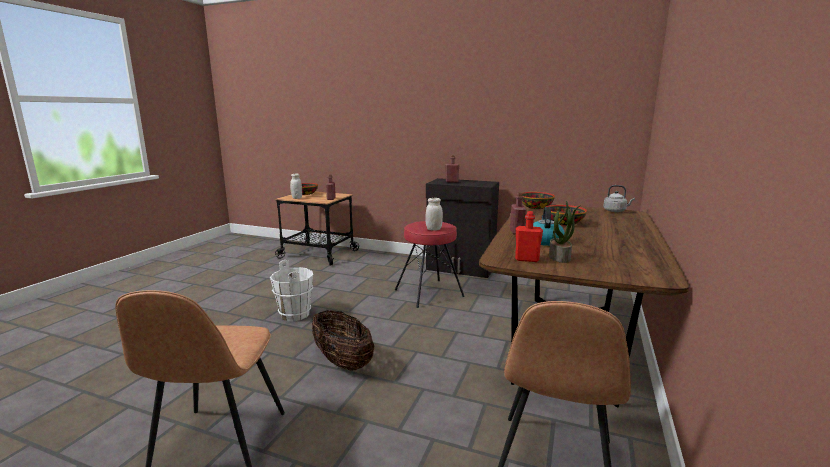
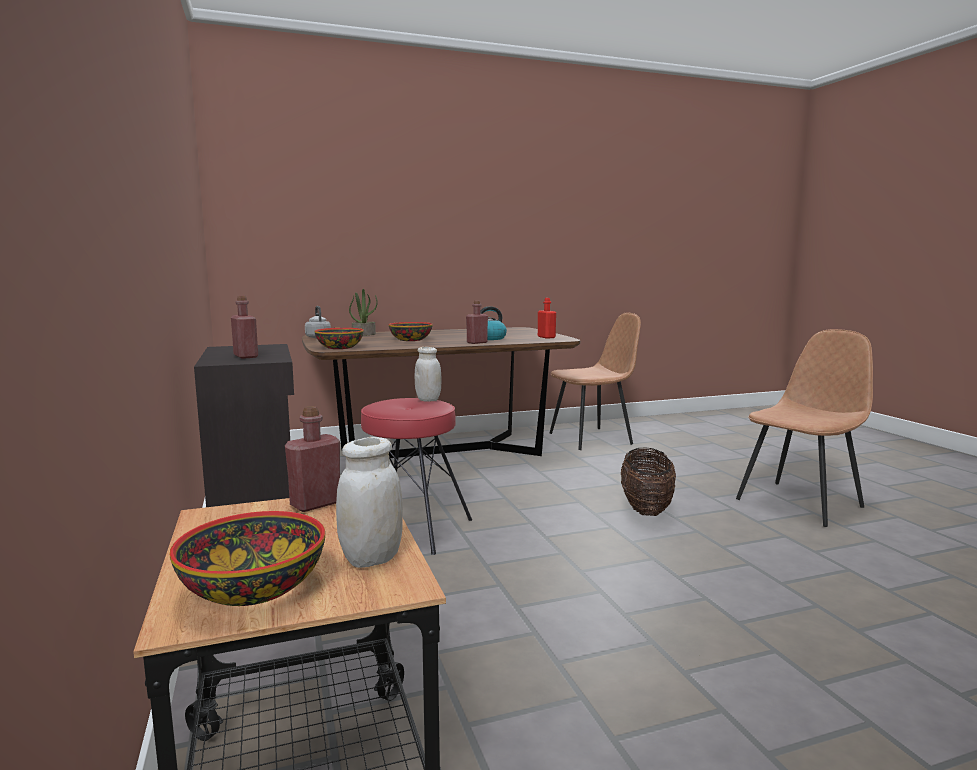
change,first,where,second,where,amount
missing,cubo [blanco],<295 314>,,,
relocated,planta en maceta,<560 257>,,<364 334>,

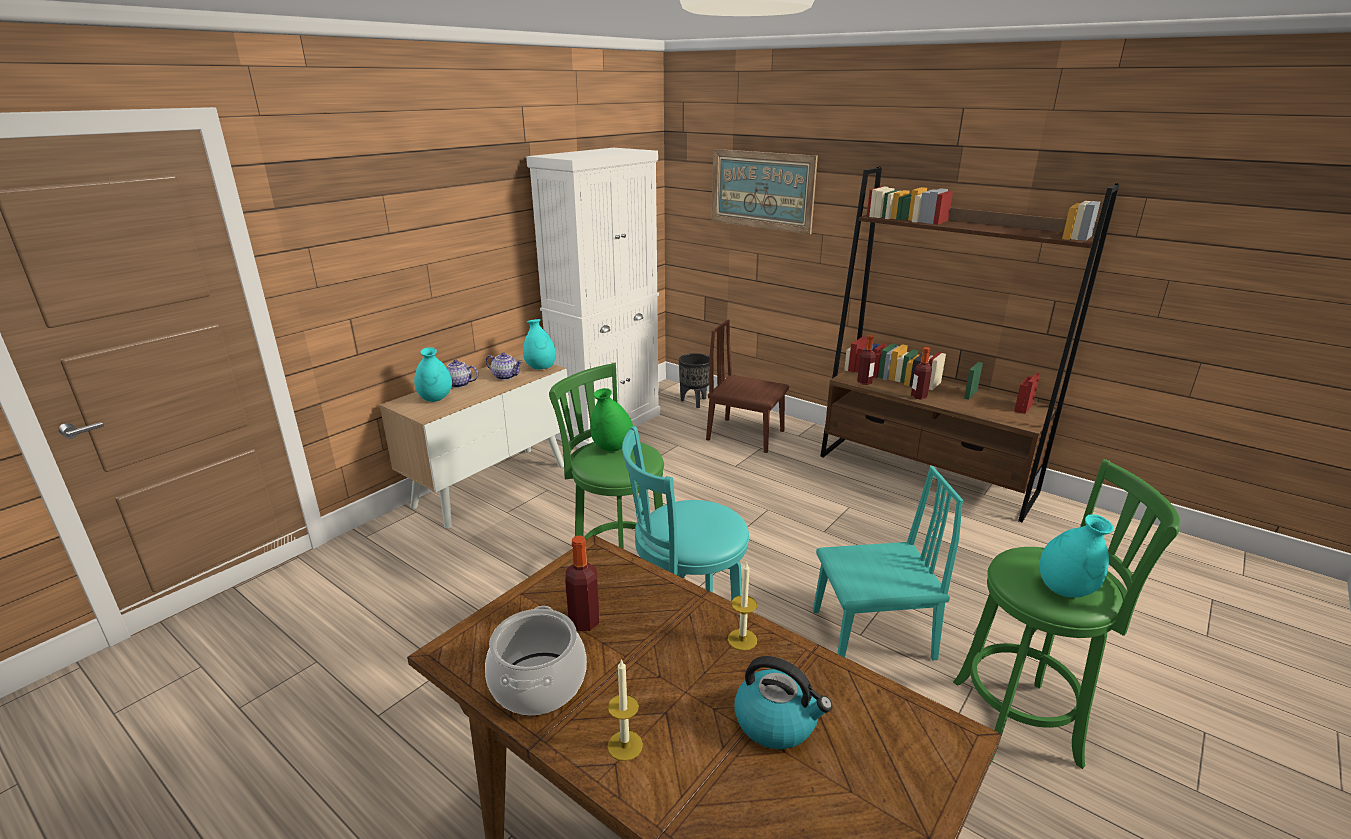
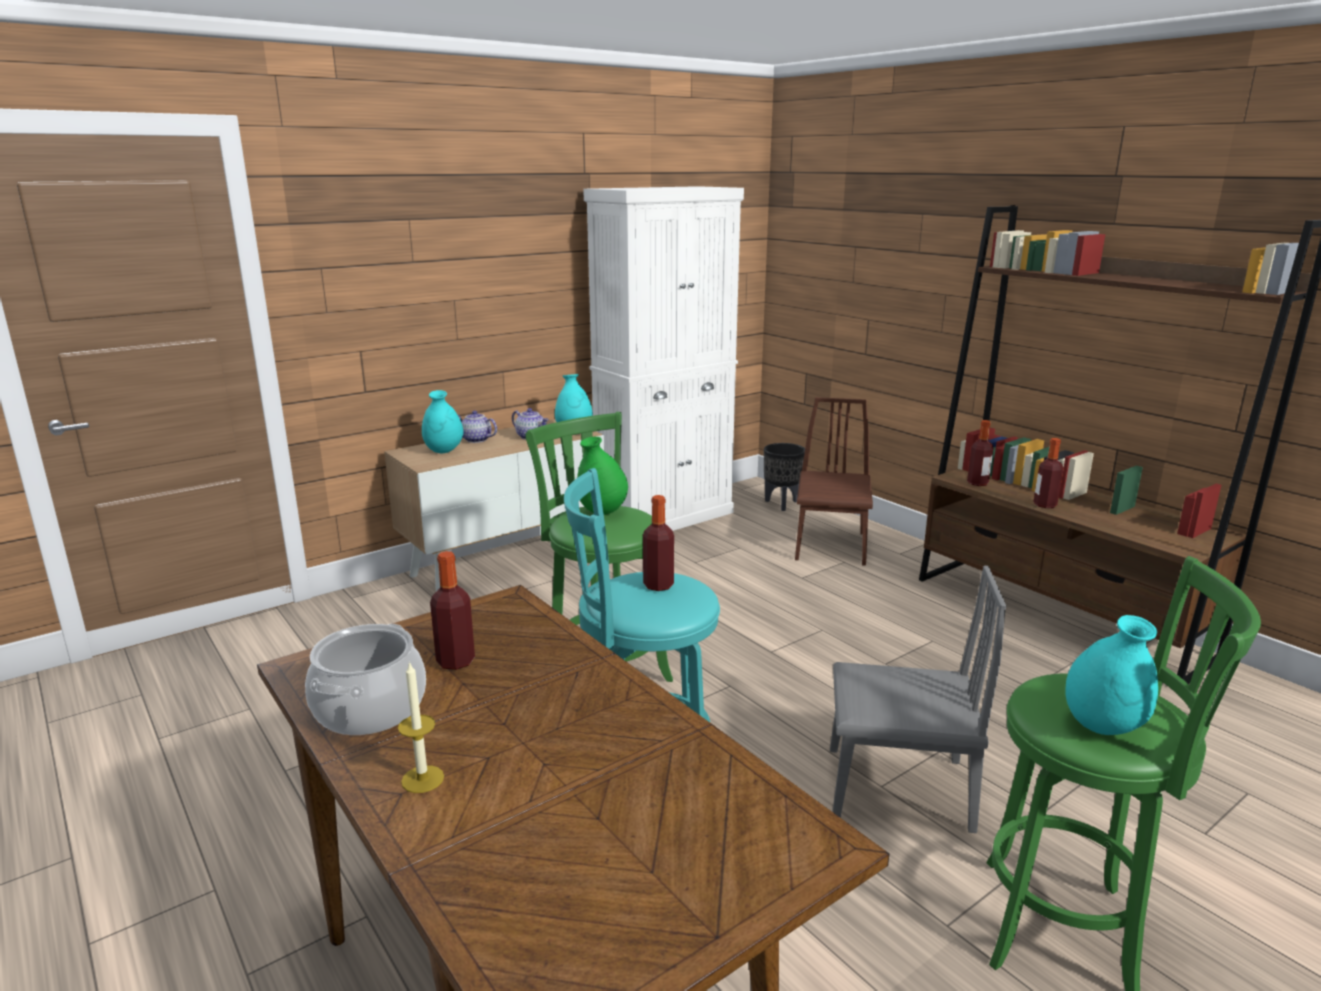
change,first,where,second,where,amount
missing,cuadro,<762 190>,,,
missing,vela,<742 639>,,,
missing,hervidor,<777 722>,,,
appeared,,,botella,<658 585>,
colour,silla [turquesa],<872 634>,silla [gris],<897 788>,
spun,silla [marrón],<745 435>,,<830 546>,60 degrees clockwise

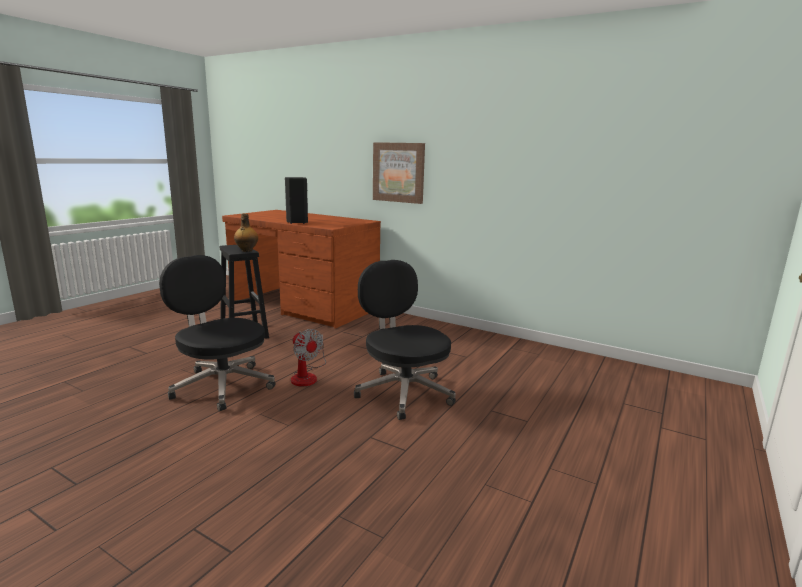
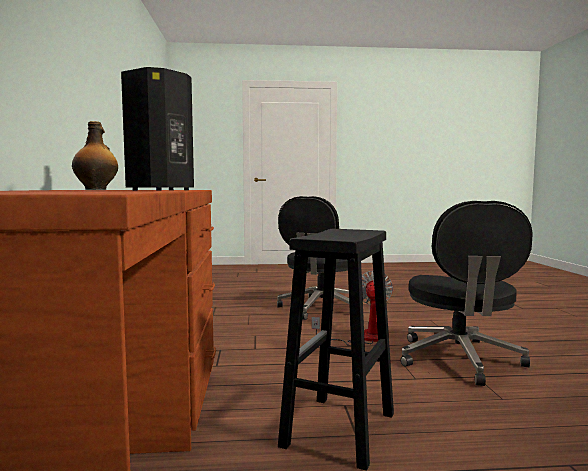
change,first,where,second,where,amount
missing,cuadro,<398 172>,,,
relocated,botella,<246 251>,,<96 189>,

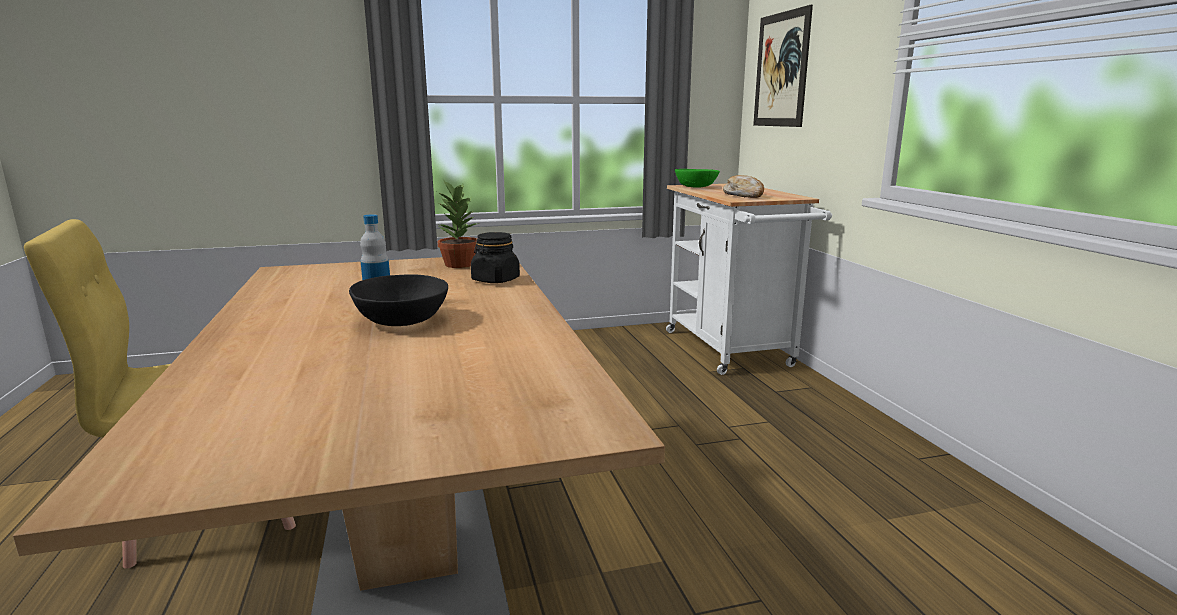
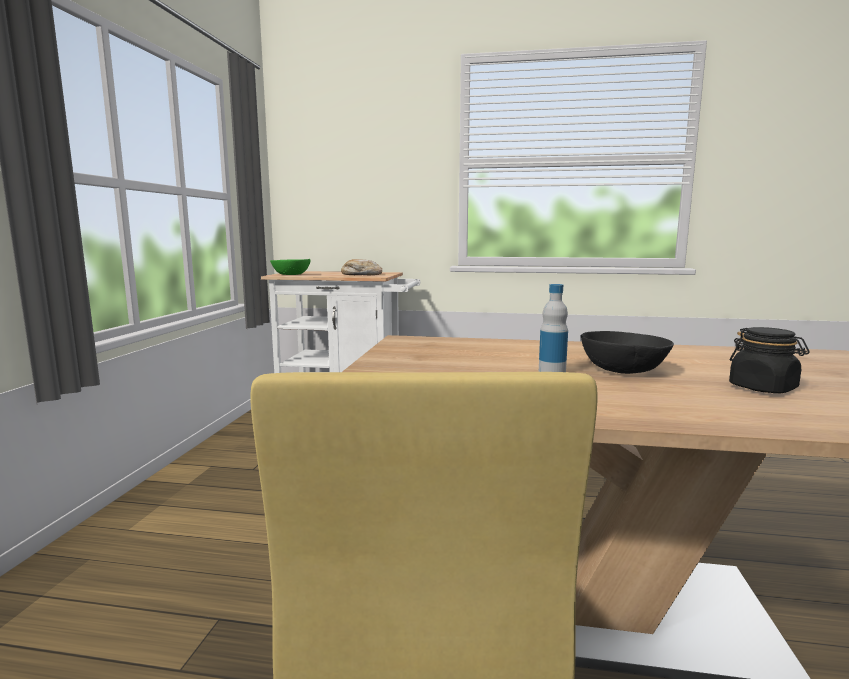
change,first,where,second,where,amount
missing,planta en maceta,<459 264>,,,
missing,cuadro,<781 70>,,,
relocated,tarro [negro],<495 280>,,<763 388>,

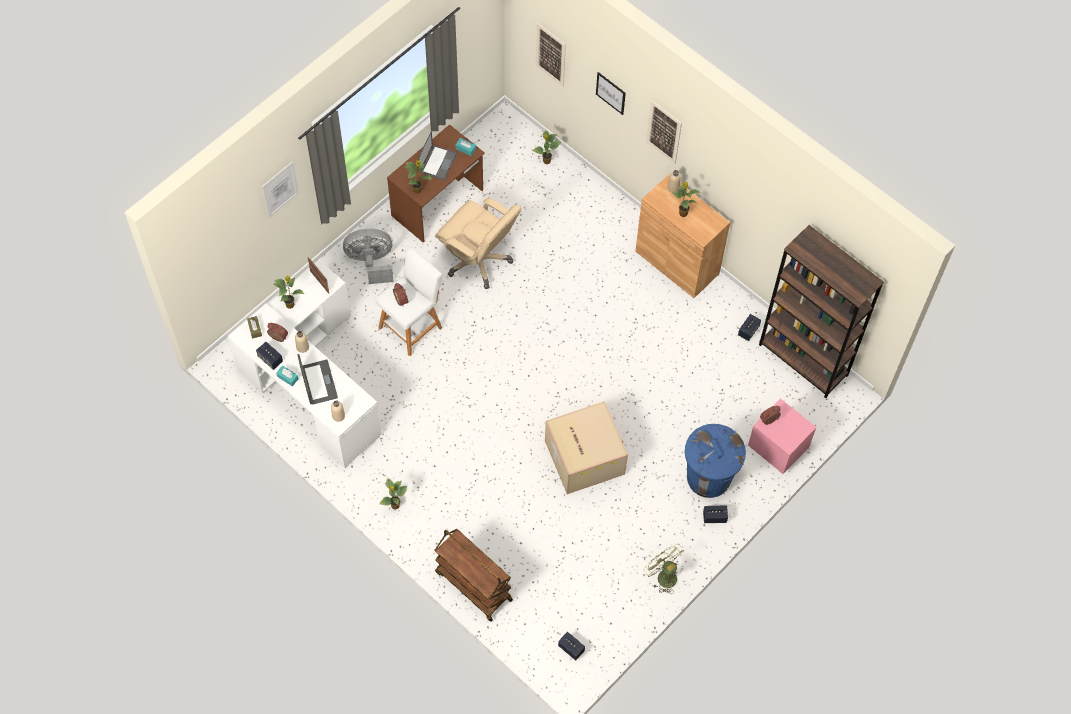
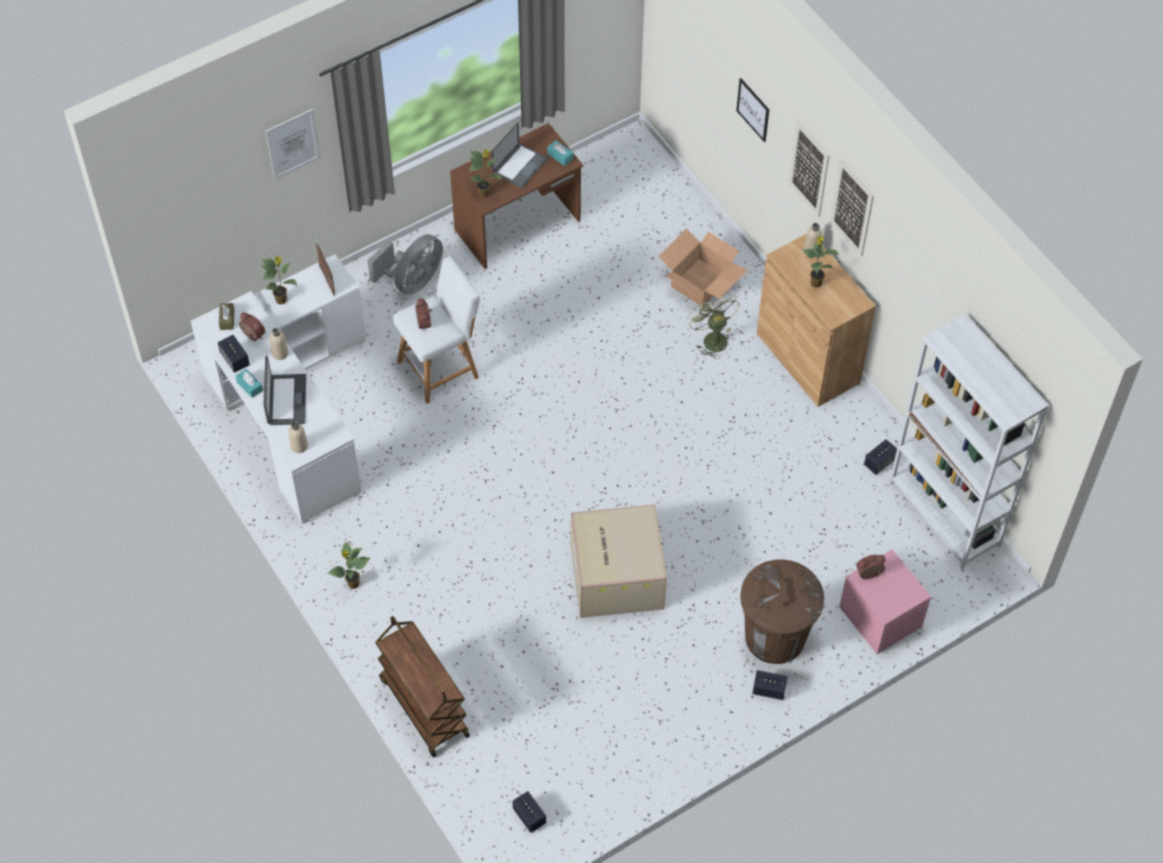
change,first,where,second,where,amount
missing,silla de oficina [beis],<479 260>,,,
missing,planta en maceta,<546 161>,,,
appeared,,,caja de cartón,<701 283>,
relocated,cuadro,<550 54>,,<851 208>,
relocated,ventilador [verde],<663 575>,,<711 338>,
colour,papelera [azul],<708 477>,papelera [marrón],<775 637>,
colour,estantería [marrón],<803 360>,estantería [blanco],<944 514>,
spun,ventilador [gris],<371 263>,,<412 281>,120 degrees clockwise

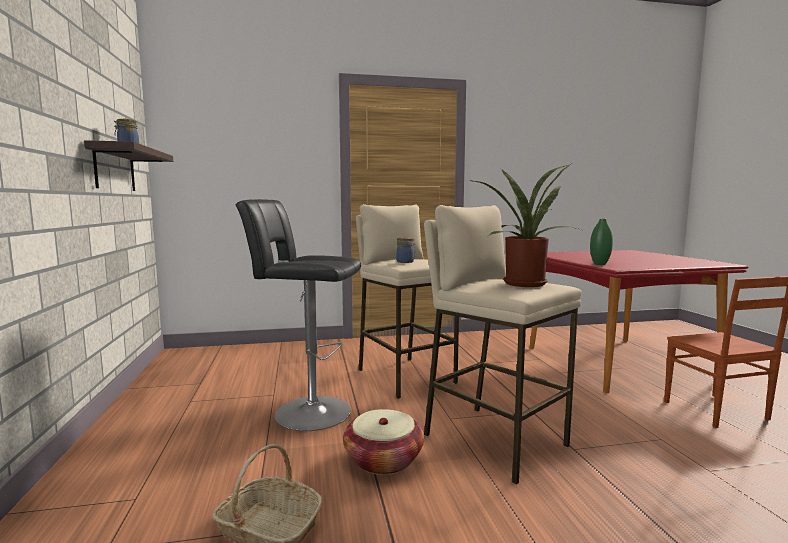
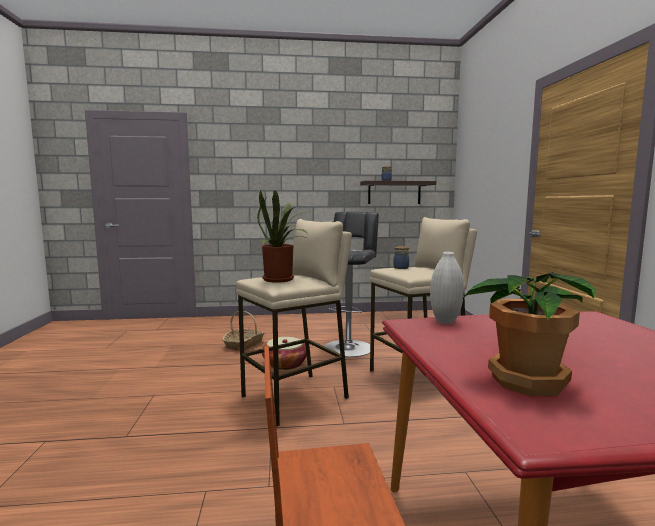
change,first,where,second,where,amount
appeared,,,planta en maceta,<524 380>,
colour,florero [verde],<599 264>,florero [blanco],<445 322>,

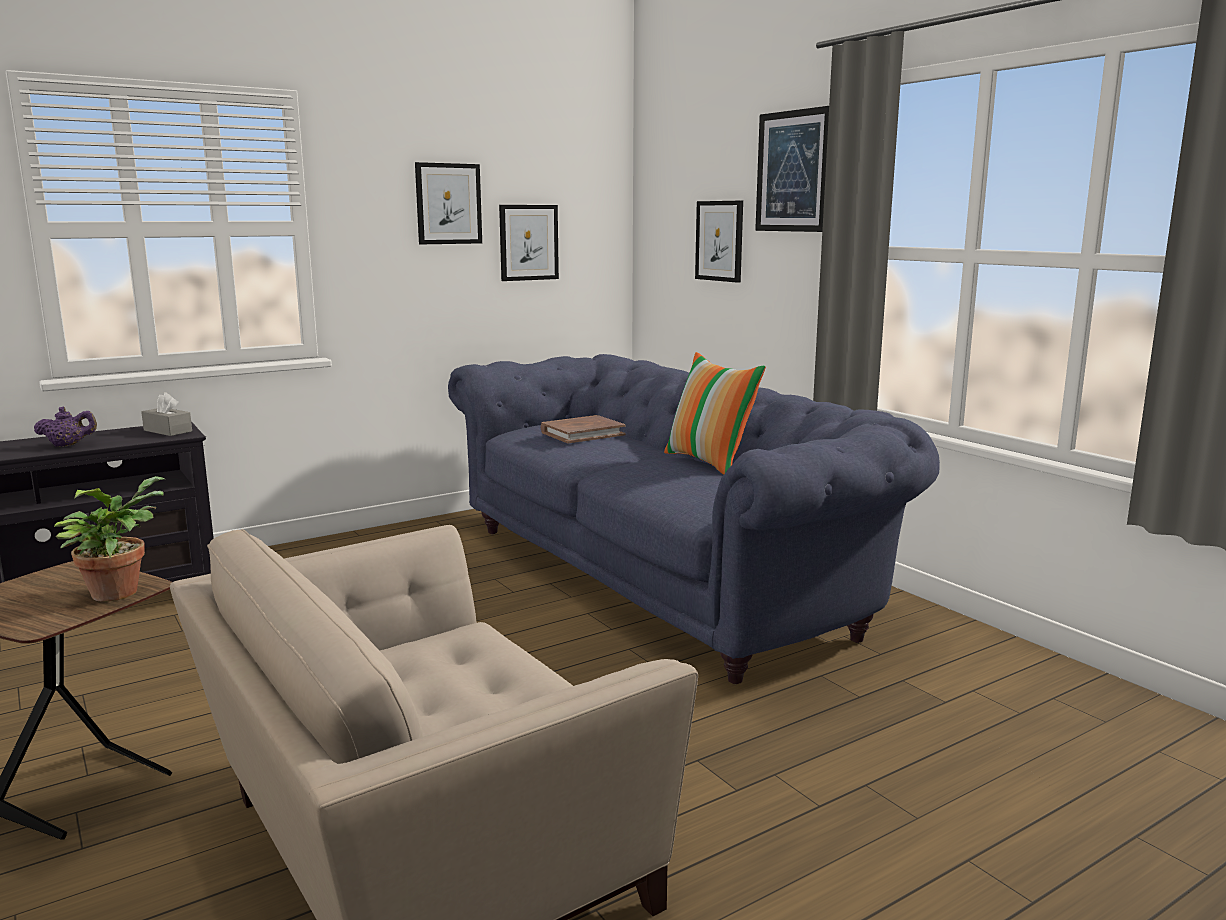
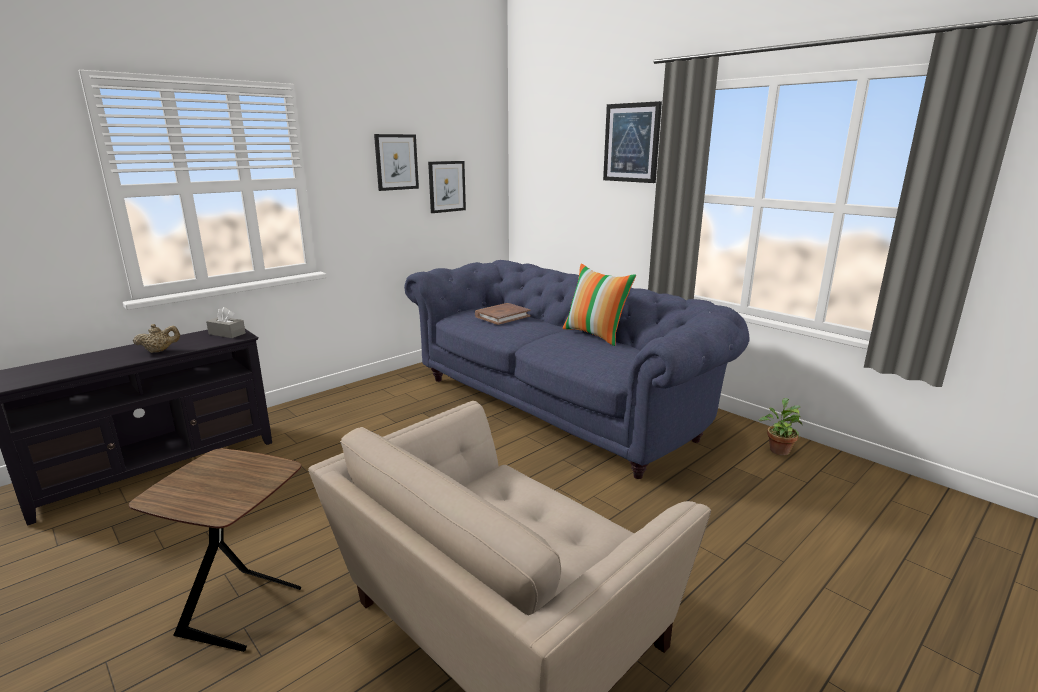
change,first,where,second,where,amount
missing,cuadro,<719 241>,,,
relocated,planta en maceta,<118 591>,,<778 449>,
colour,tetera [morado],<68 445>,tetera [beis],<159 351>,

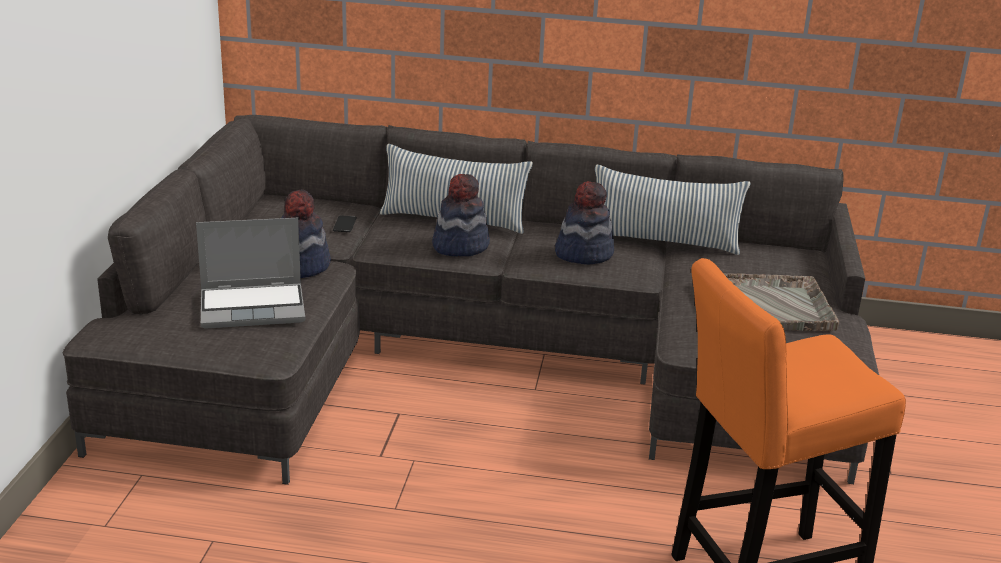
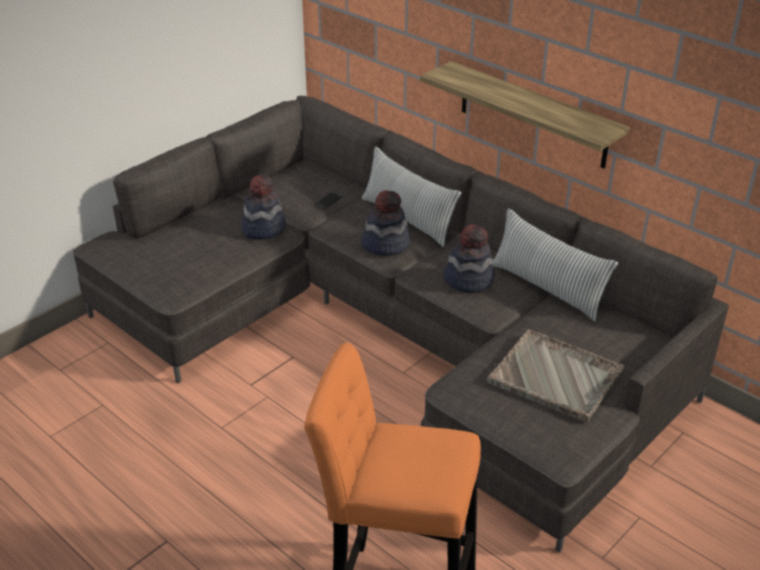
change,first,where,second,where,amount
missing,portátil,<254 307>,,,
appeared,,,estante,<532 115>,

